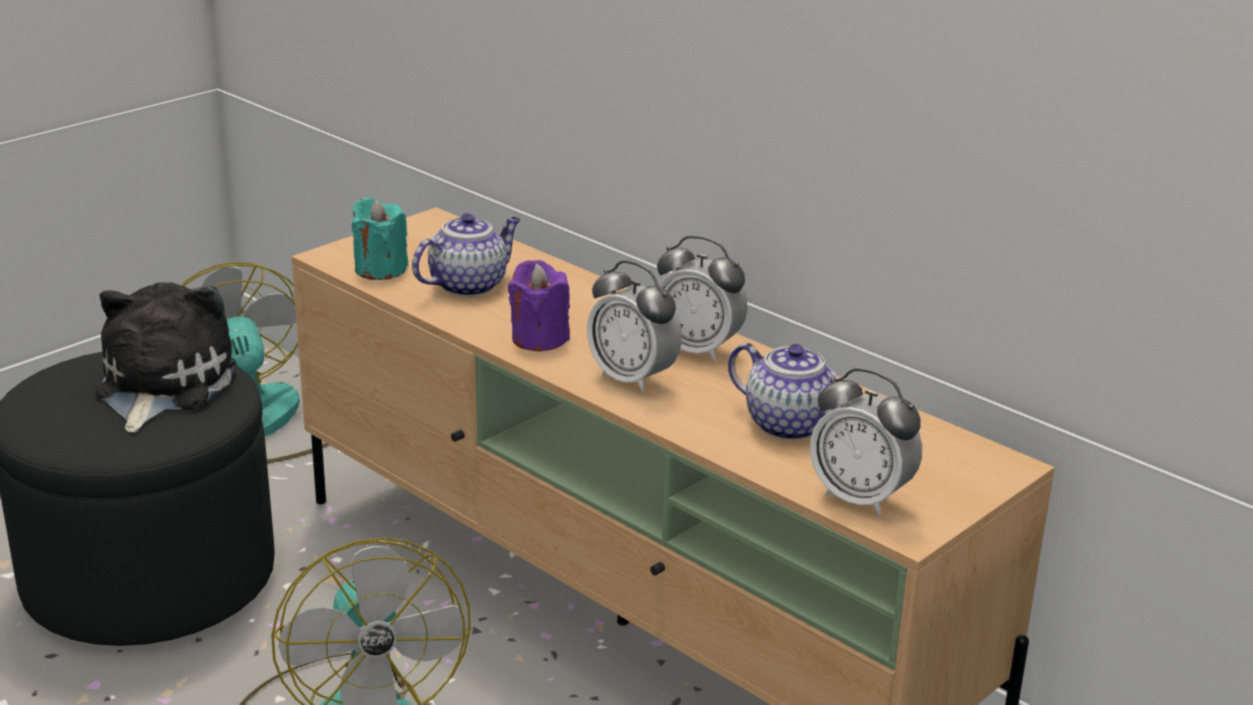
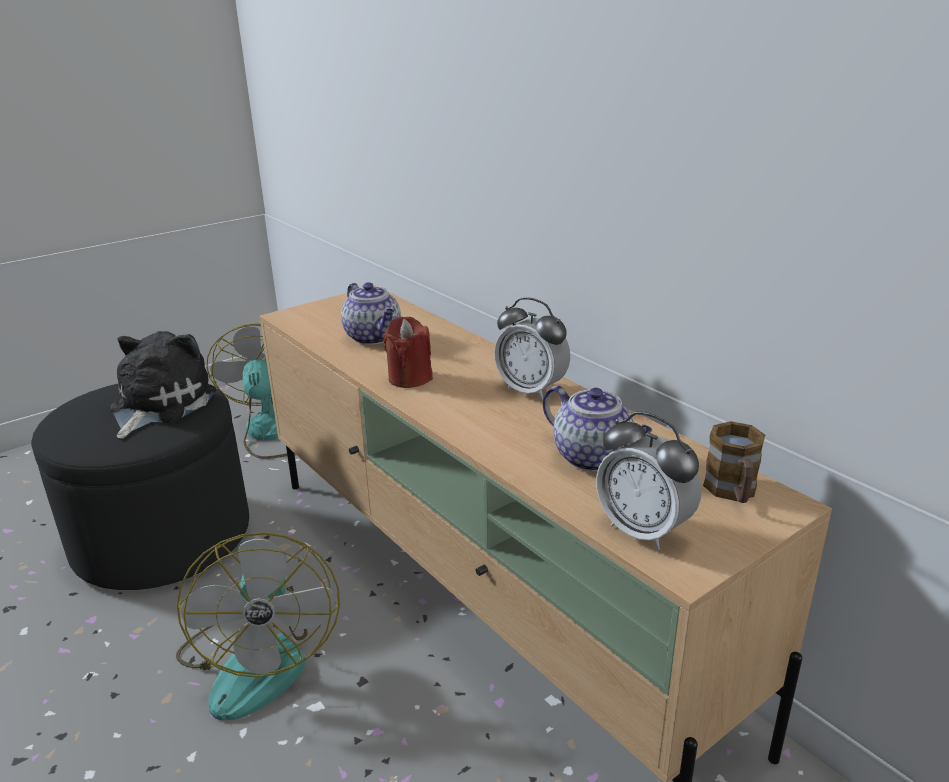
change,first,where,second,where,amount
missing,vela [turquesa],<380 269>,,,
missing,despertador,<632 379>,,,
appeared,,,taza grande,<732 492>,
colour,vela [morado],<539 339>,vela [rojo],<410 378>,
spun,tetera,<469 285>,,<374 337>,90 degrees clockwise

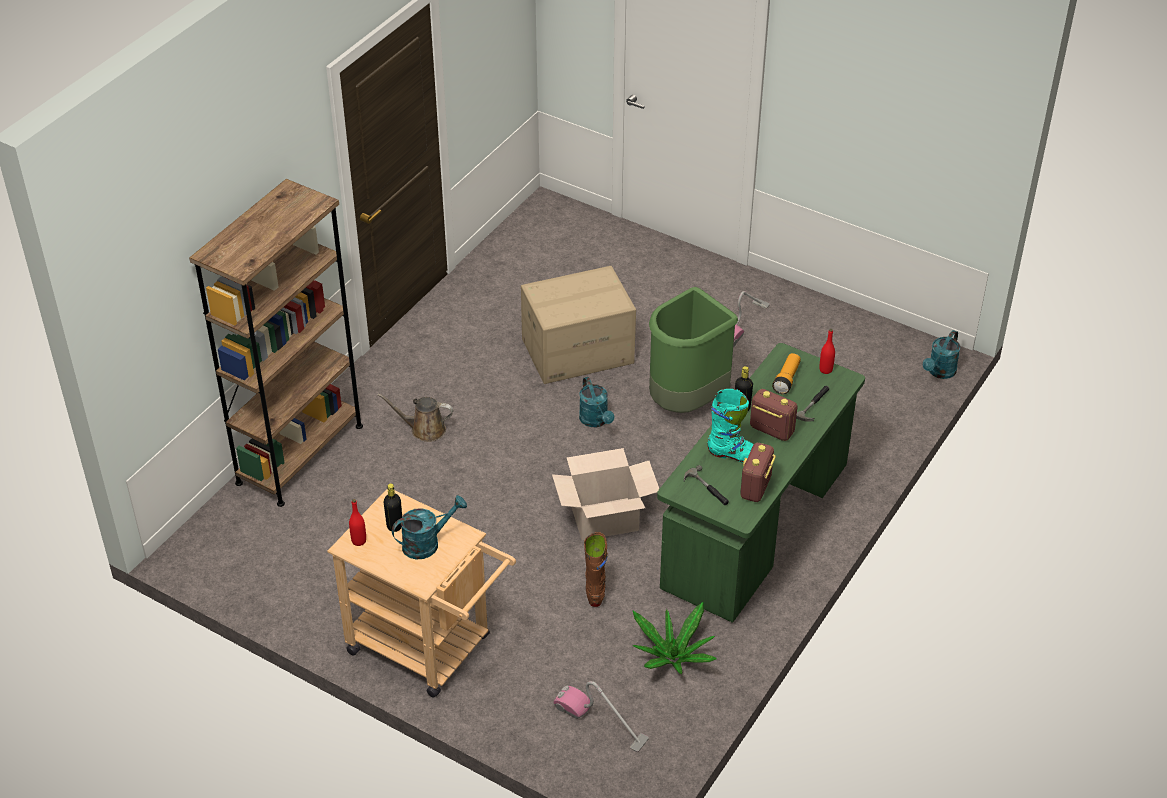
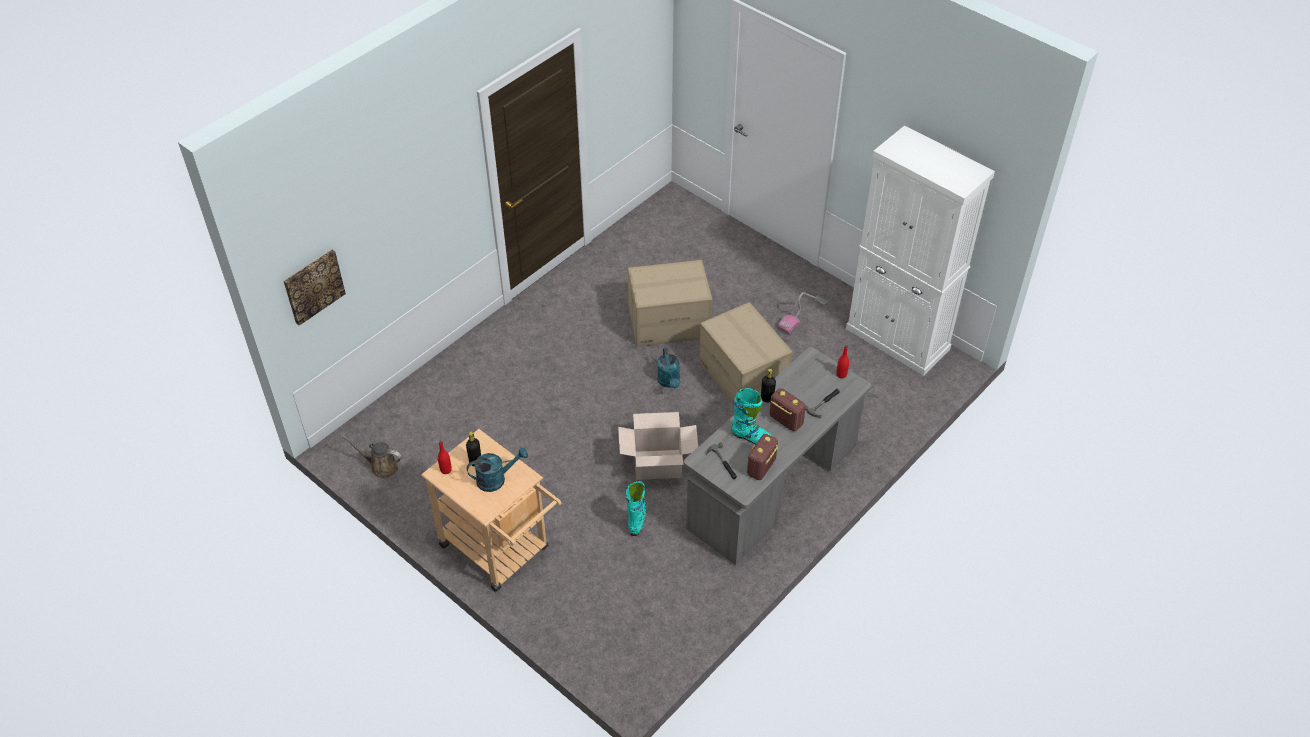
change,first,where,second,where,amount
missing,estantería [marrón],<300 454>,,,
missing,aspiradora,<600 722>,,,
missing,planta en maceta,<673 657>,,,
missing,linterna,<786 379>,,,
missing,regadera [turquesa],<939 372>,,,
appeared,,,cuadro,<313 286>,
appeared,,,armario [blanco],<897 339>,
relocated,regadera [marrón],<424 429>,,<381 466>,
exchanged,papelera [verde],<687 402>,caja de cartón,<743 375>,
colour,bota [marrón],<595 587>,bota [turquesa],<637 520>,
colour,escritorio [verde],<756 528>,escritorio [gris],<773 488>,

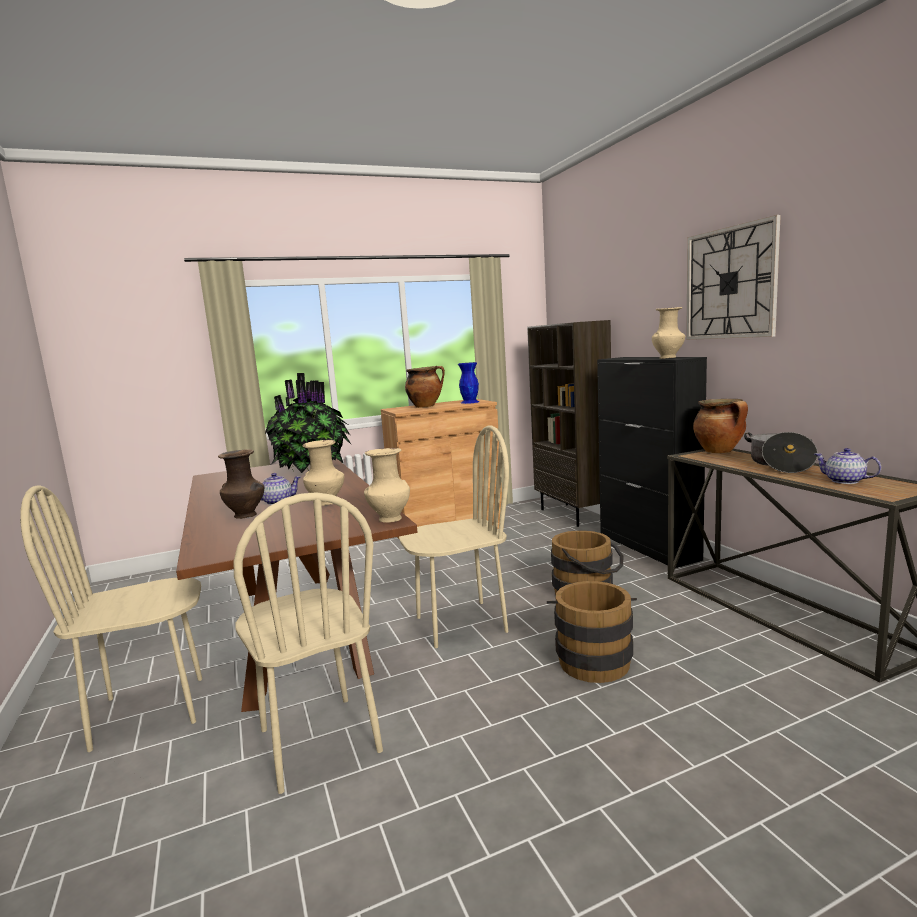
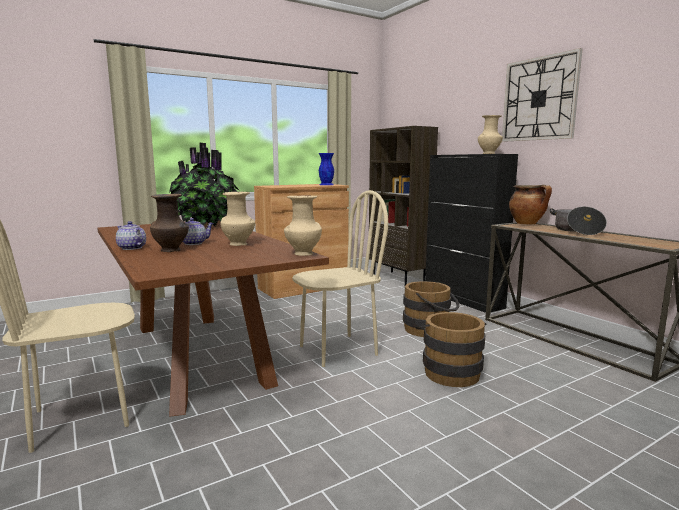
change,first,where,second,where,amount
missing,silla [beis],<318 741>,,,
missing,olla,<426 406>,,,
relocated,tetera,<845 481>,,<132 248>,

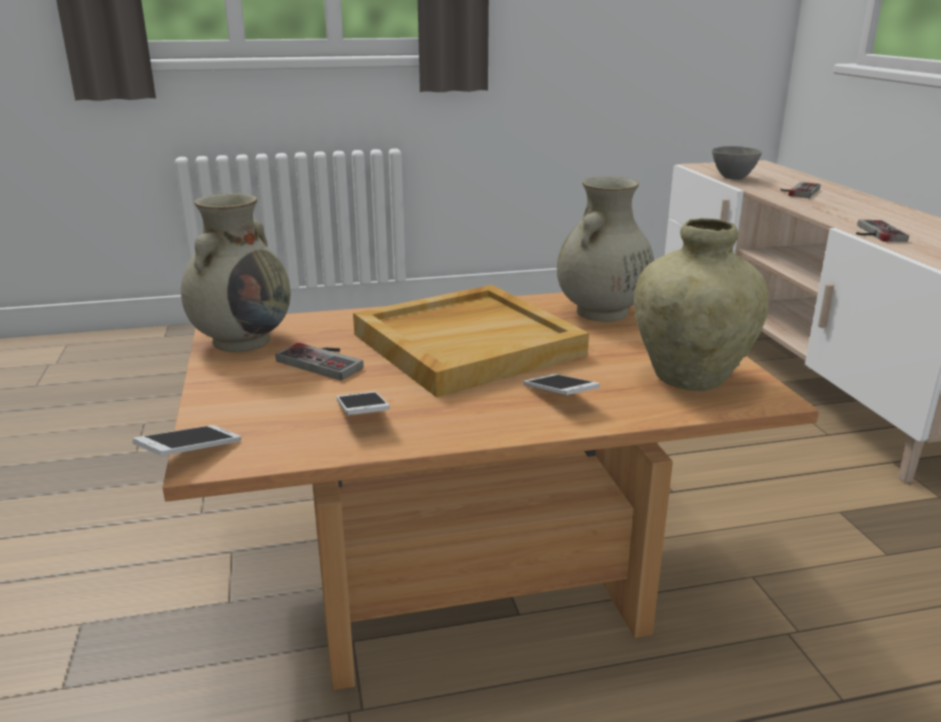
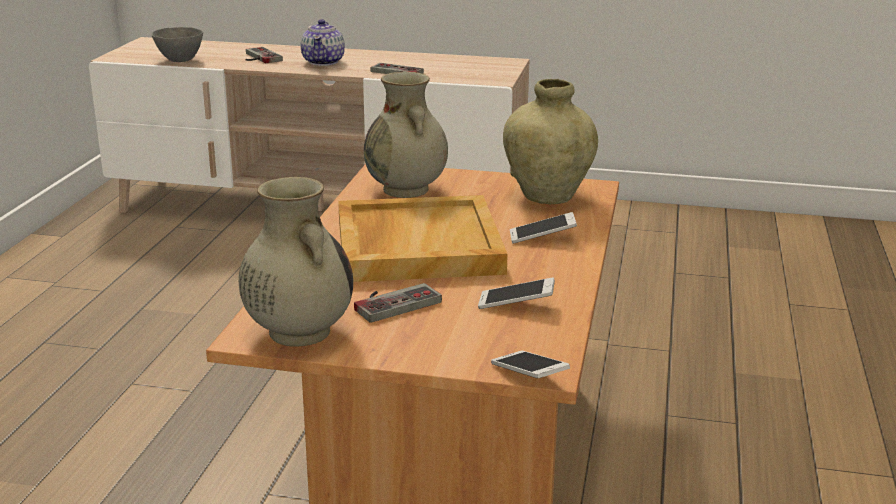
change,first,where,second,where,amount
appeared,,,tetera,<324 62>,

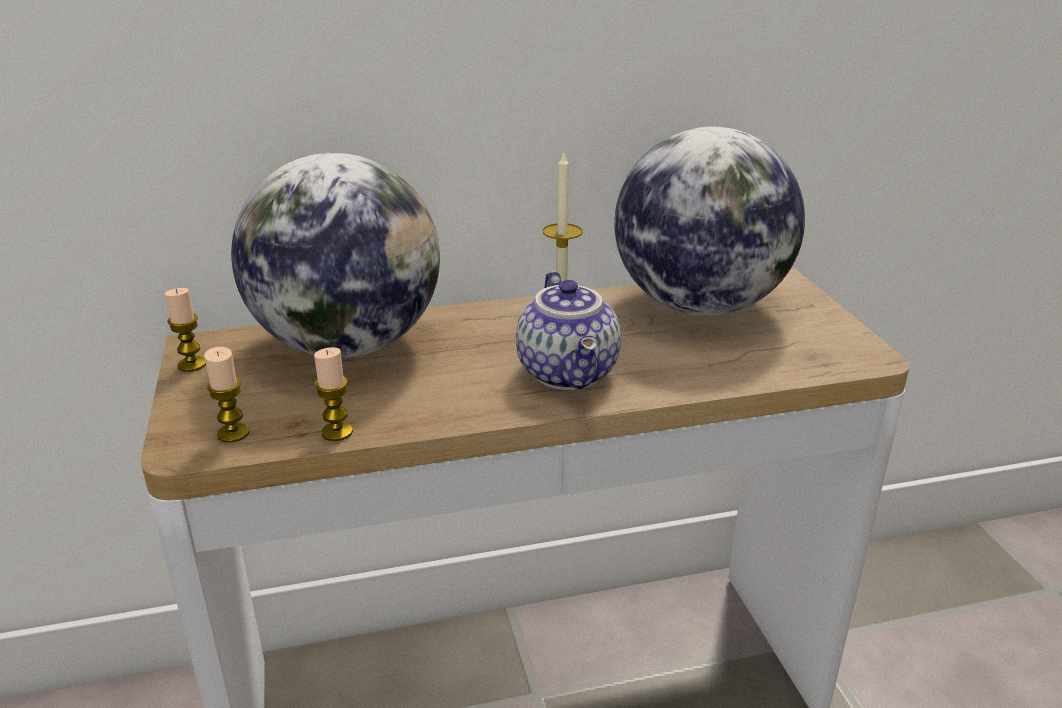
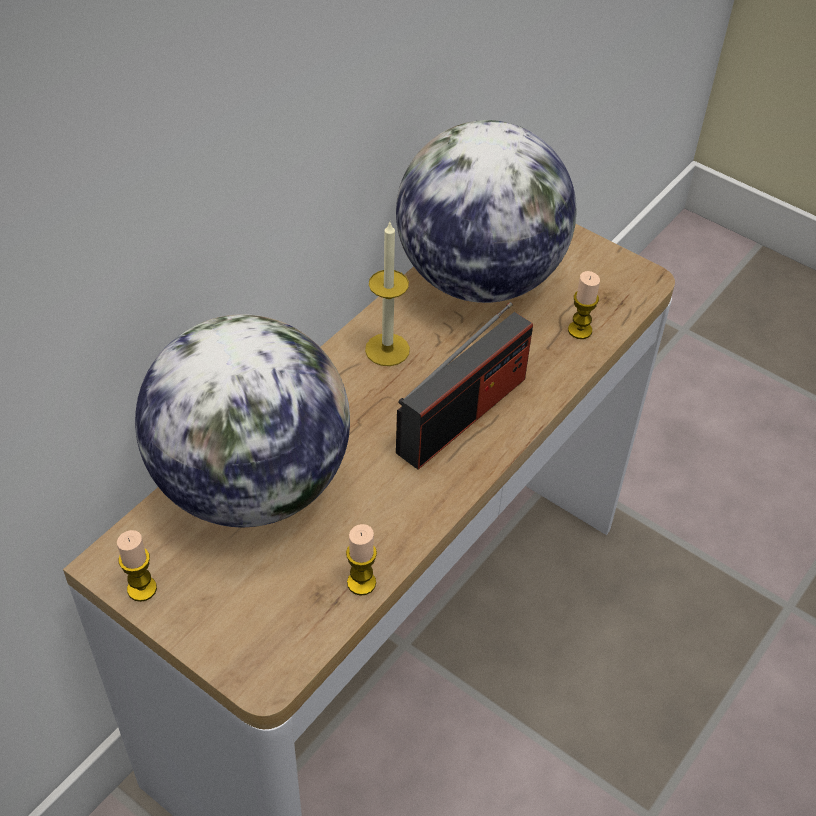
change,first,where,second,where,amount
relocated,vela,<233 433>,,<580 330>,
exchanged,tetera,<570 373>,radio,<462 415>,

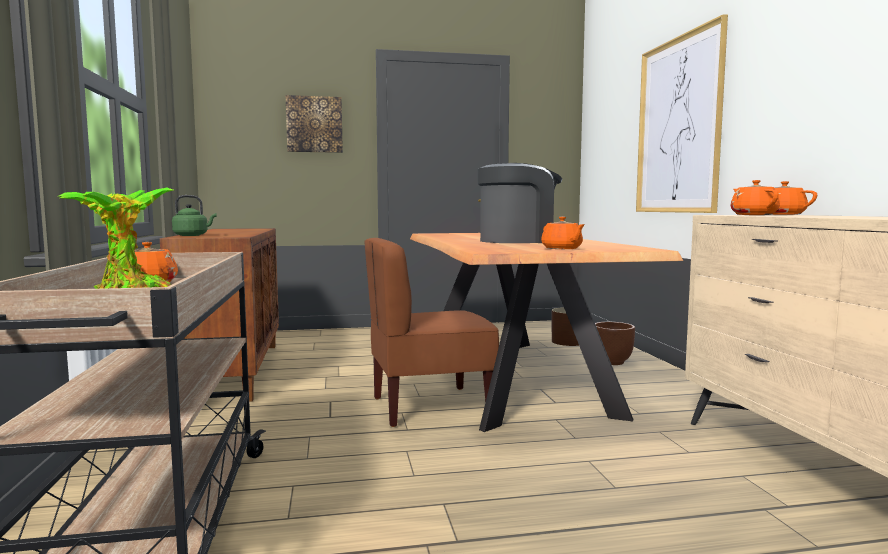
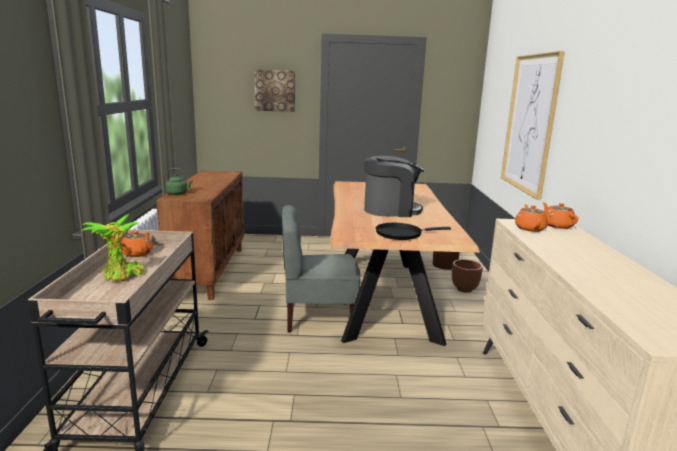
change,first,where,second,where,amount
exchanged,tetera [naranja],<562 249>,sartén [negro],<401 234>,
colour,silla [marrón],<429 407>,silla [gris],<318 318>,

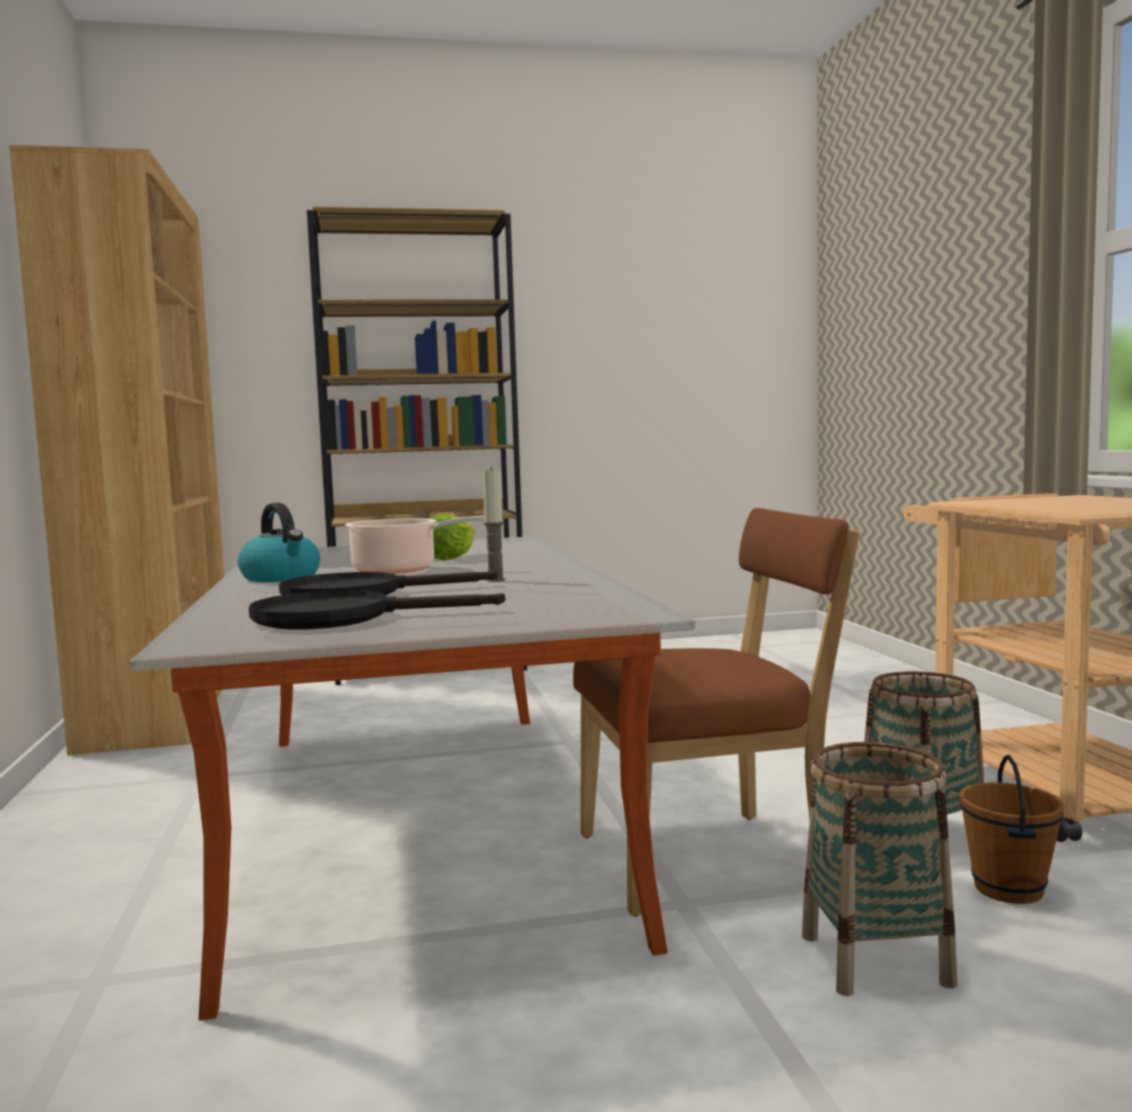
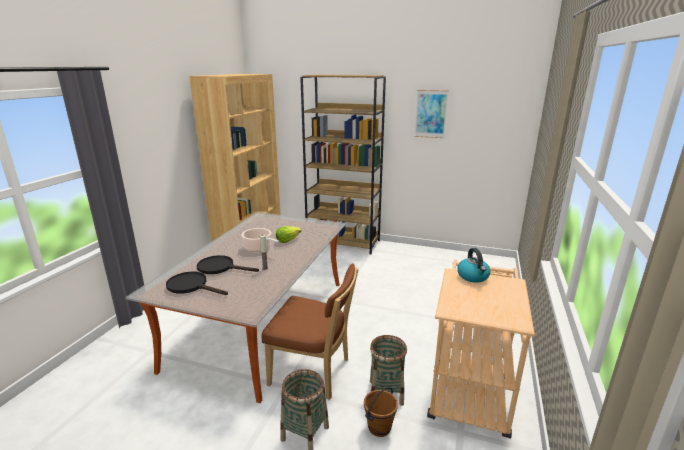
change,first,where,second,where,amount
appeared,,,cuadro,<431 114>,
relocated,hervidor,<282 578>,,<473 276>,

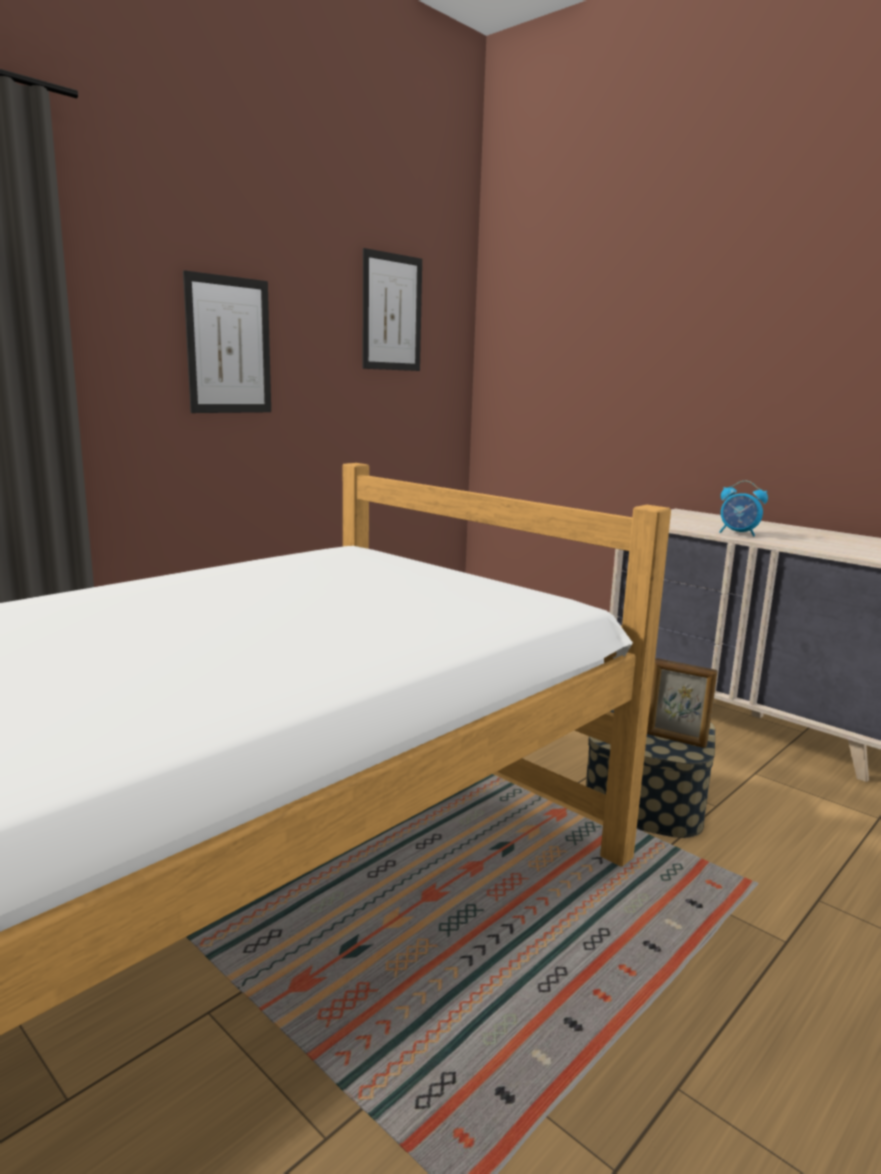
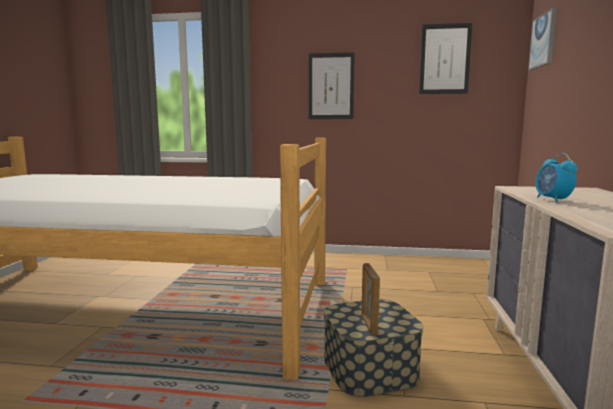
change,first,where,second,where,amount
appeared,,,cuadro,<543 41>,

